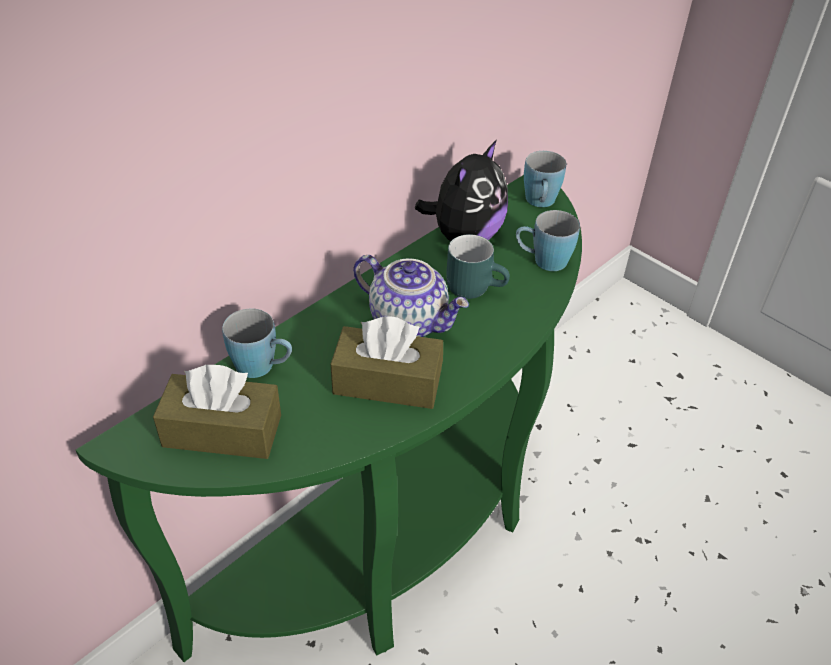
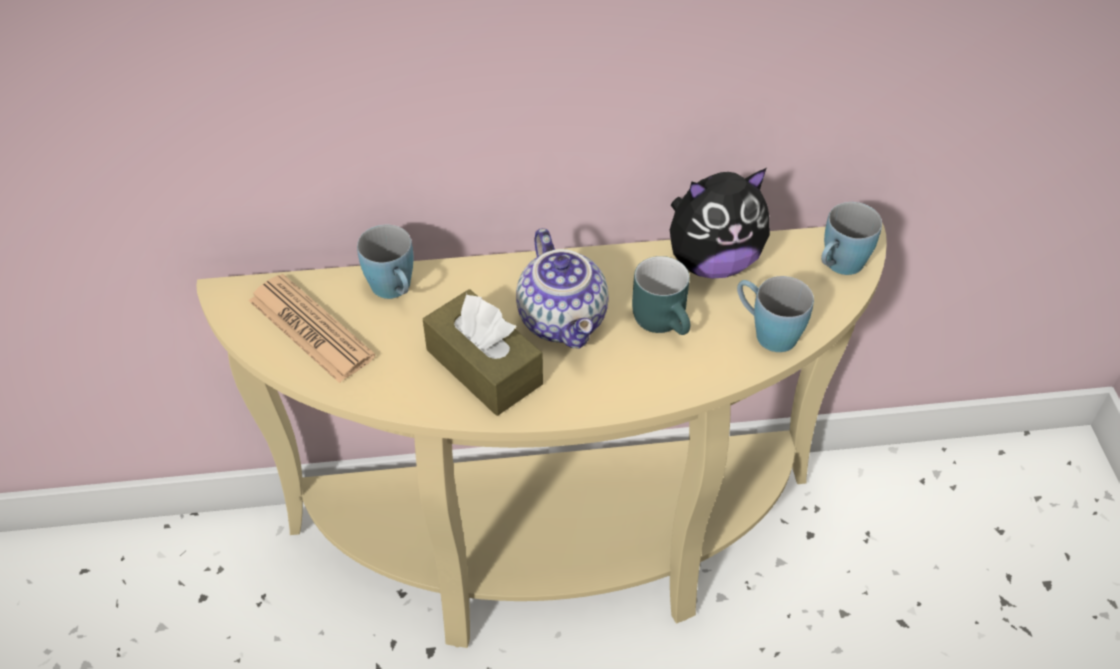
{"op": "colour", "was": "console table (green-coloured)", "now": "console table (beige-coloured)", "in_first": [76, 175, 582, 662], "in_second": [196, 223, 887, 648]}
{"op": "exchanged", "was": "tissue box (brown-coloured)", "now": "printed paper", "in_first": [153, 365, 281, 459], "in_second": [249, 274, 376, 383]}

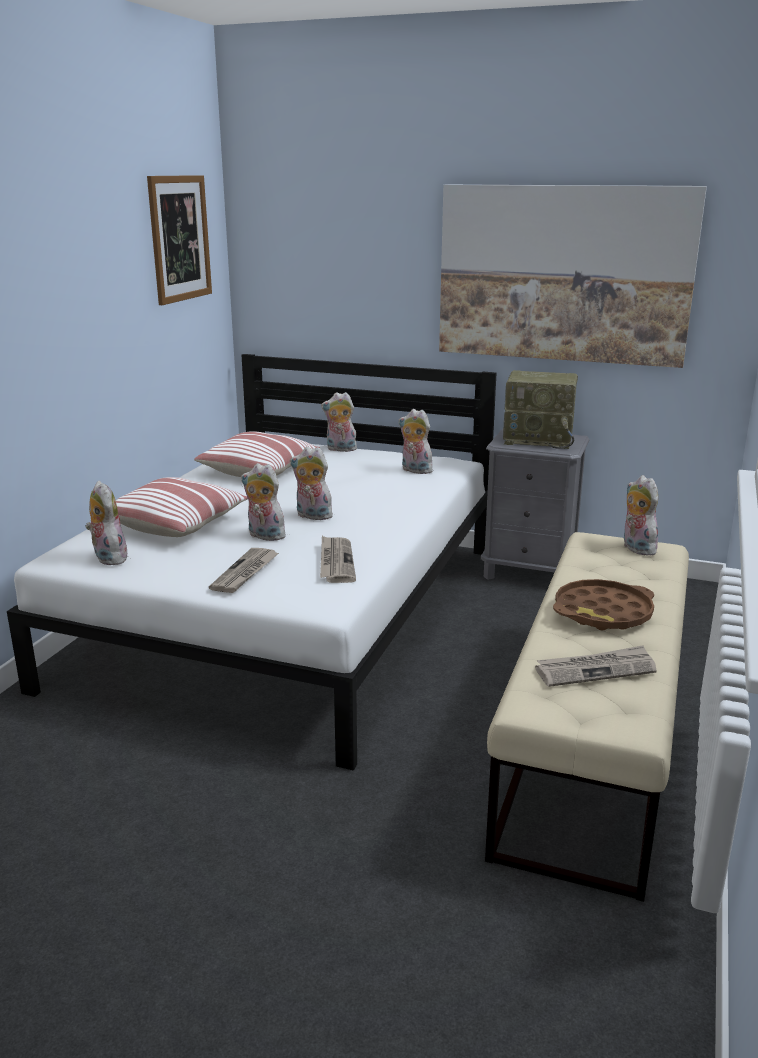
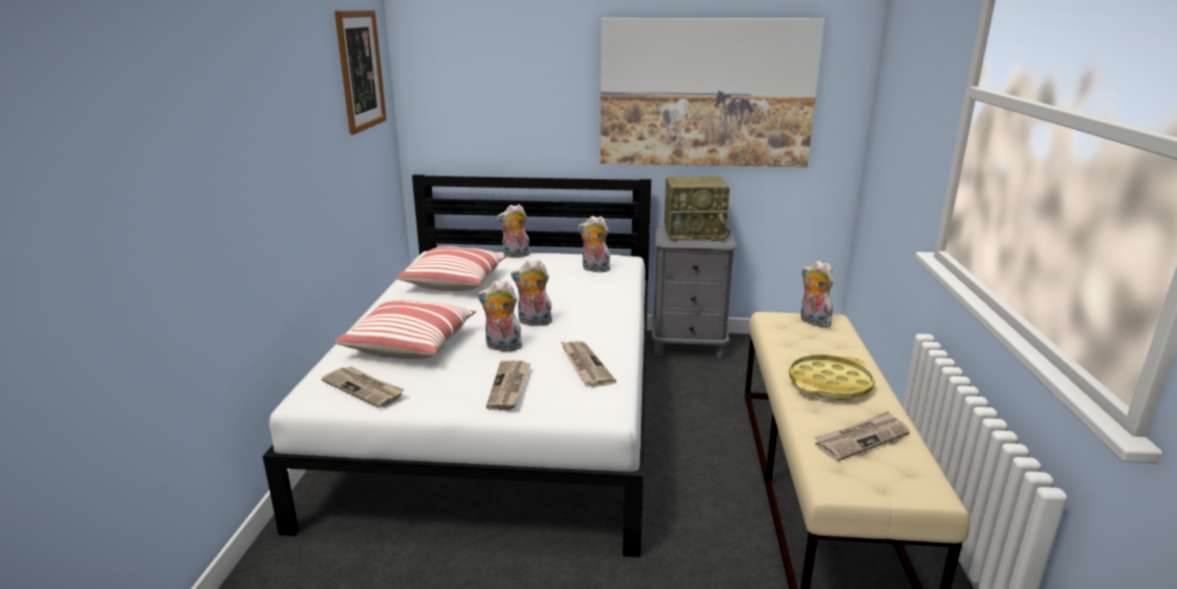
{"op": "exchanged", "was": "plush toy", "now": "printed paper", "in_first": [85, 480, 127, 565], "in_second": [321, 366, 405, 408]}
{"op": "colour", "was": "carrying tray (brown-coloured)", "now": "carrying tray (yellow)", "in_first": [553, 579, 654, 631], "in_second": [789, 354, 875, 401]}

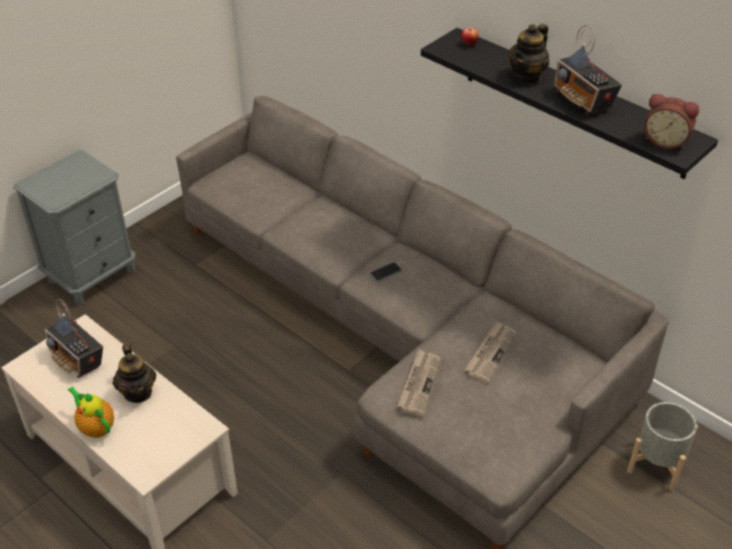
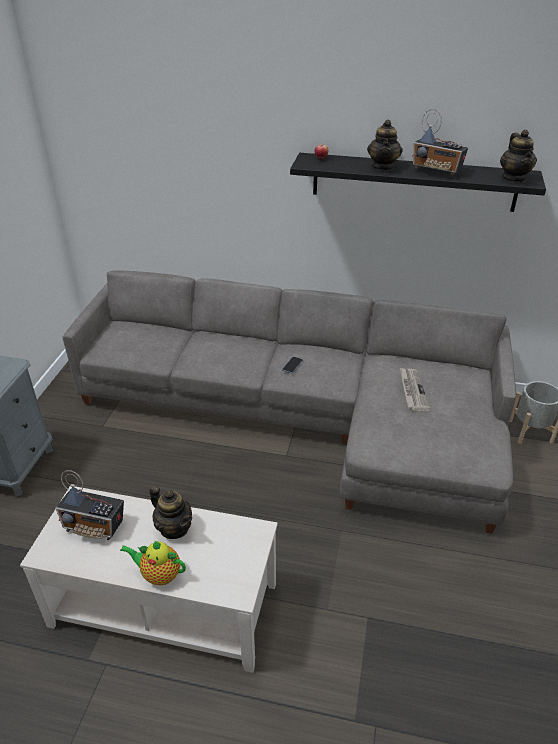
{"op": "exchanged", "was": "alarm clock", "now": "pot for tea", "in_first": [644, 94, 699, 149], "in_second": [500, 130, 537, 182]}
{"op": "missing", "was": "printed paper", "in_first": [397, 349, 441, 416]}

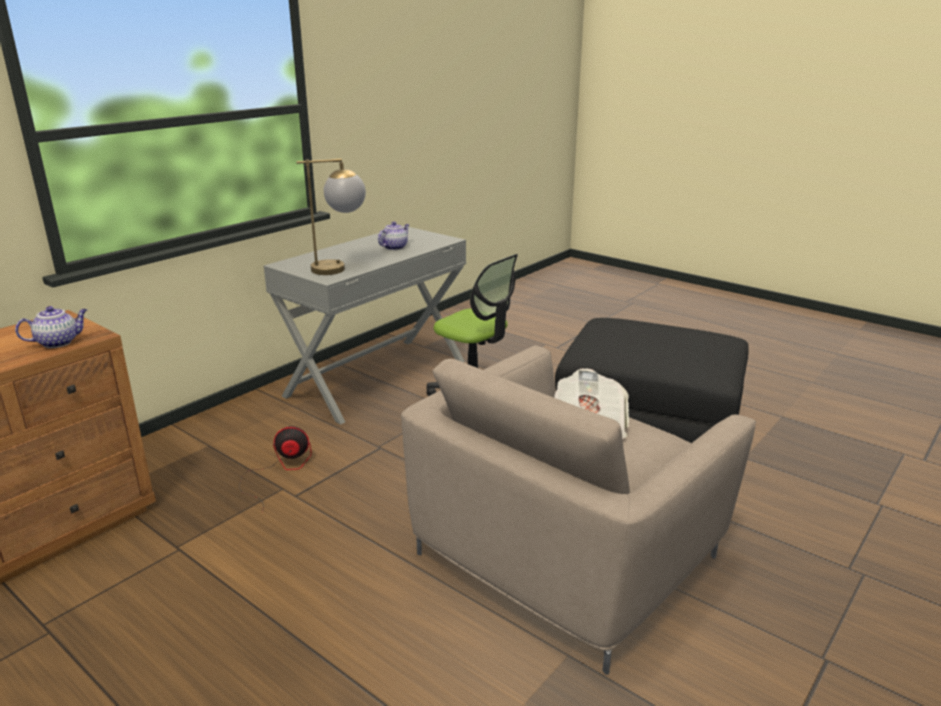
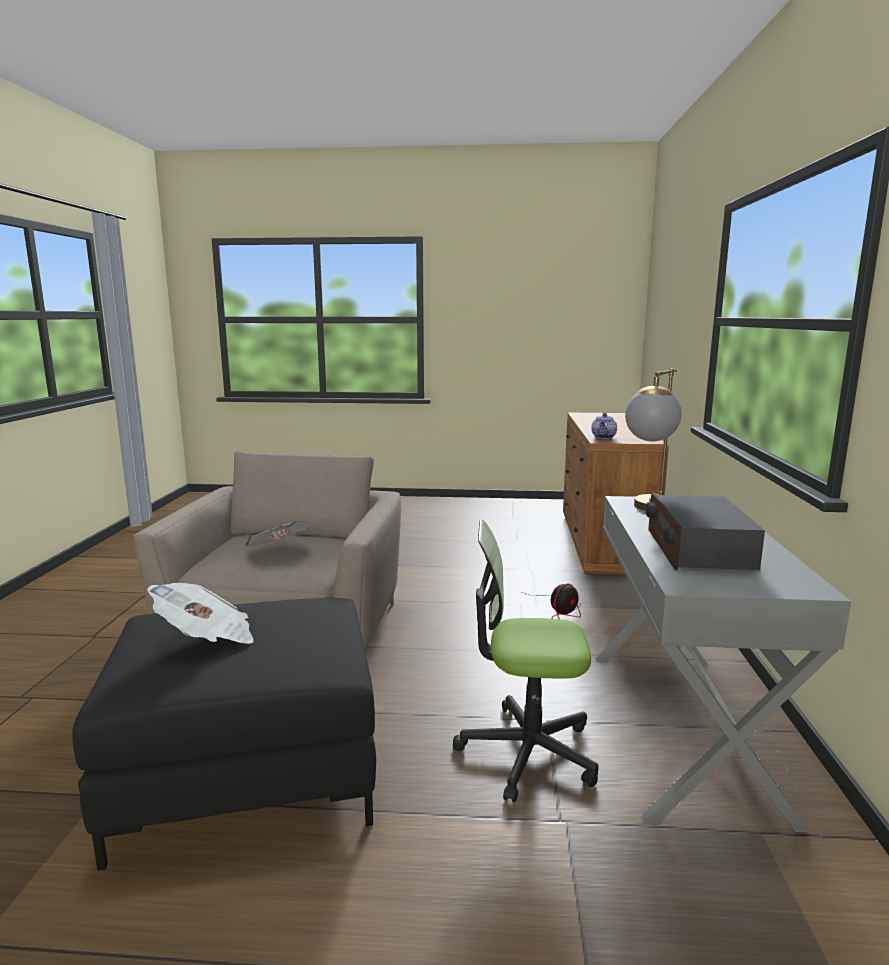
{"op": "exchanged", "was": "pot for tea", "now": "radio", "in_first": [378, 222, 409, 250], "in_second": [645, 492, 765, 571]}
{"op": "appeared", "now": "printed paper", "in_second": [147, 583, 253, 644]}

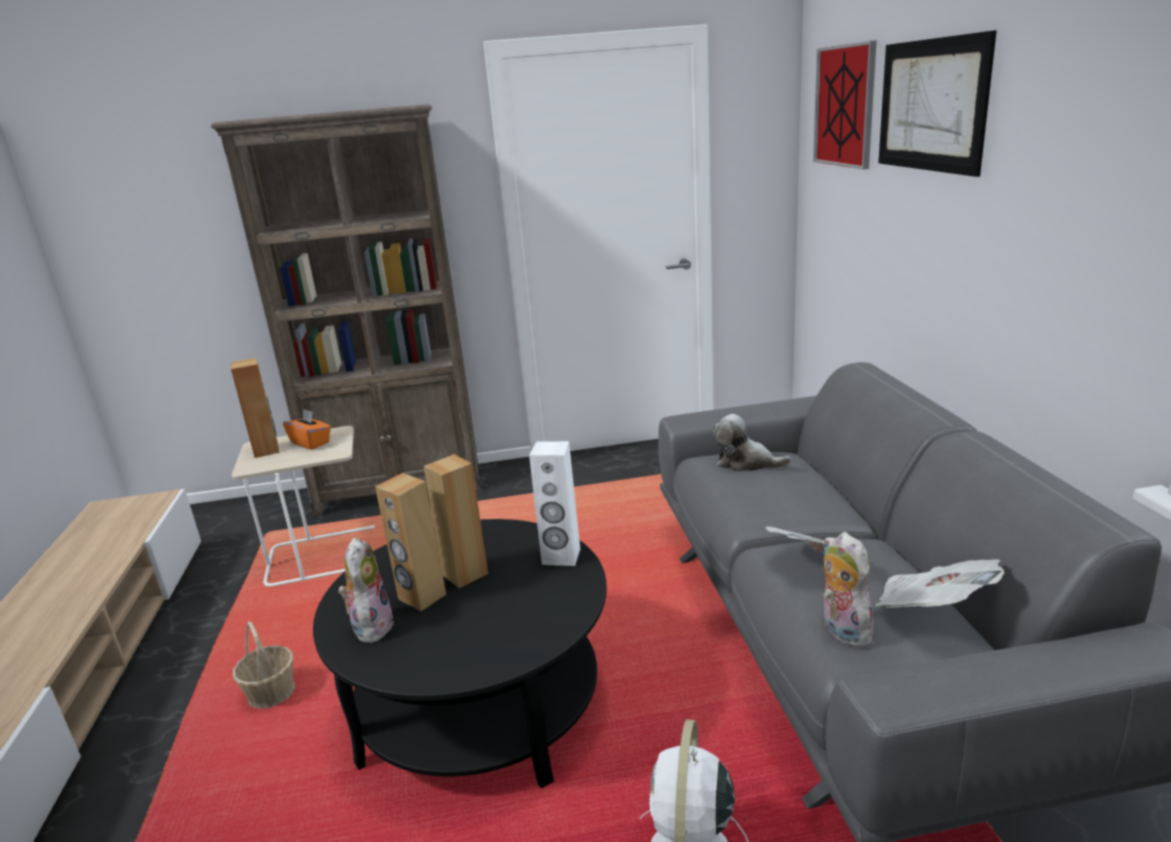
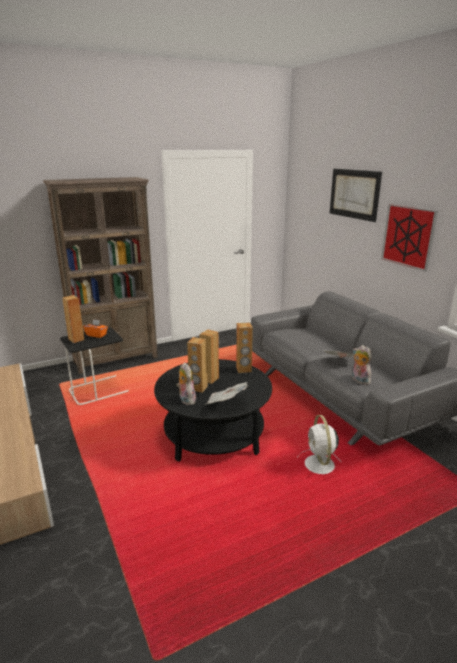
{"op": "relocated", "was": "picture", "in_first": [813, 40, 877, 170], "in_second": [381, 204, 438, 271]}
{"op": "missing", "was": "plush toy", "in_first": [713, 414, 791, 471]}
{"op": "colour", "was": "accent table (beige-coloured)", "now": "accent table (blackish)", "in_first": [232, 426, 375, 587], "in_second": [60, 327, 129, 405]}
{"op": "colour", "was": "audio speaker (whitish)", "now": "audio speaker (brown-coloured)", "in_first": [529, 441, 580, 566], "in_second": [236, 322, 253, 373]}
{"op": "relocated", "was": "printed paper", "in_first": [875, 559, 1004, 608], "in_second": [205, 382, 248, 405]}
{"op": "missing", "was": "household basket", "in_first": [233, 621, 295, 709]}

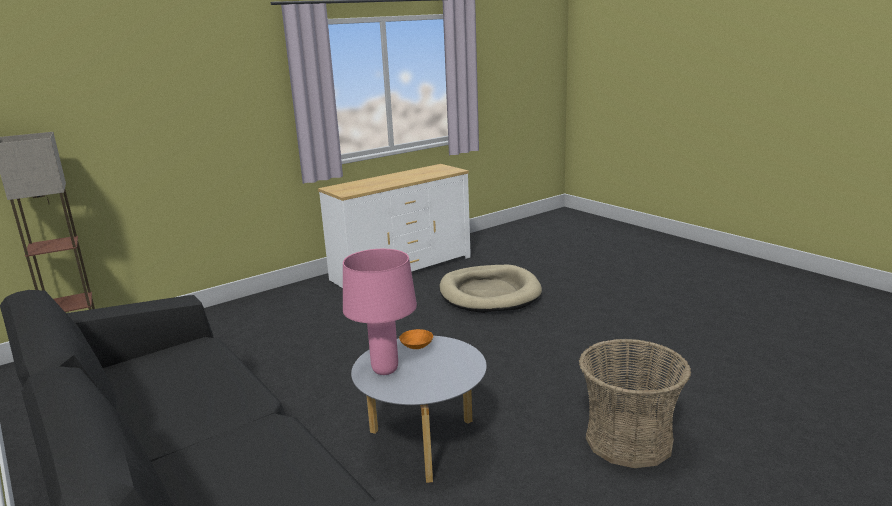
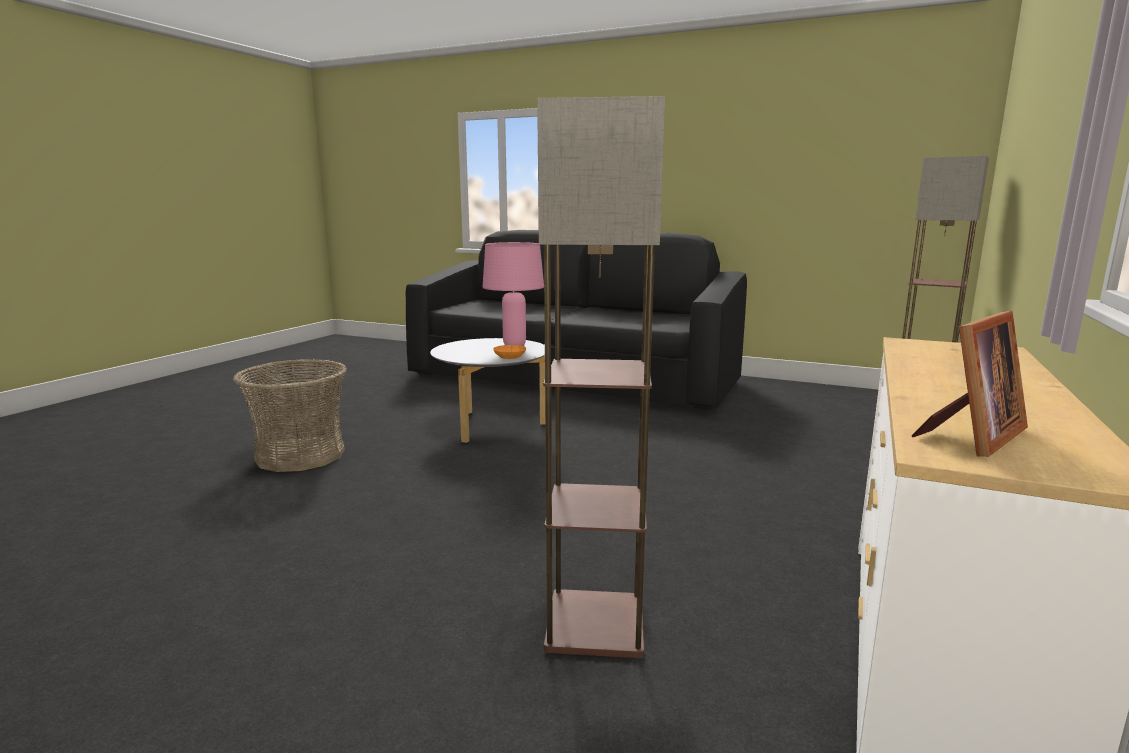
{"op": "exchanged", "was": "pet bed (beige-coloured)", "now": "floor lamp", "in_first": [439, 265, 542, 313], "in_second": [537, 96, 665, 658]}
{"op": "appeared", "now": "standing frame", "in_second": [912, 311, 1028, 457]}

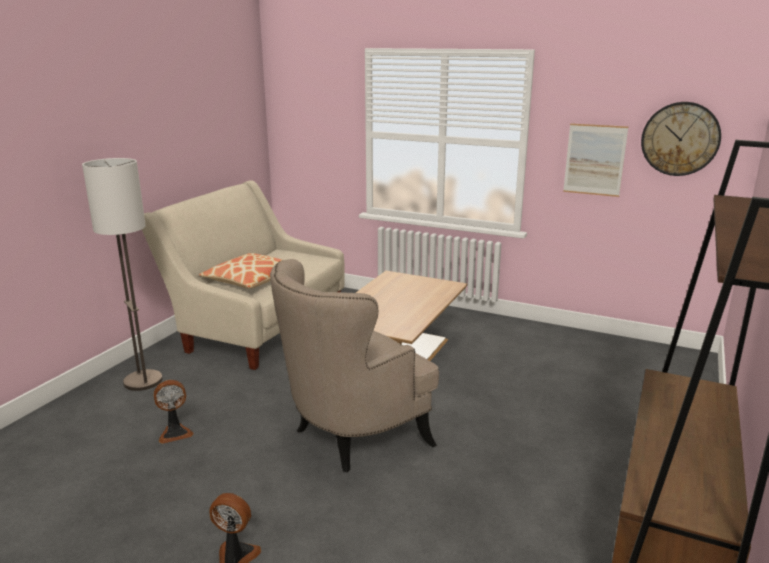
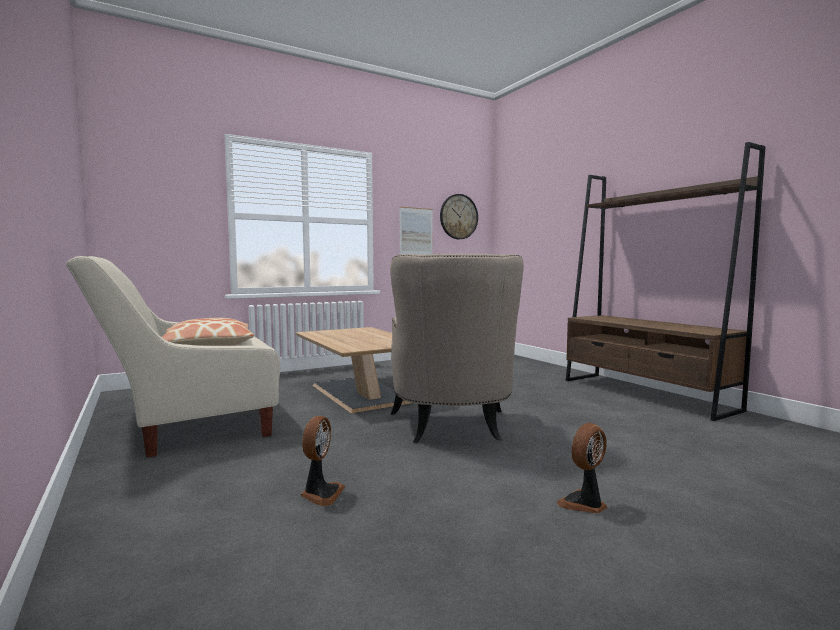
{"op": "missing", "was": "floor lamp", "in_first": [82, 158, 163, 391]}

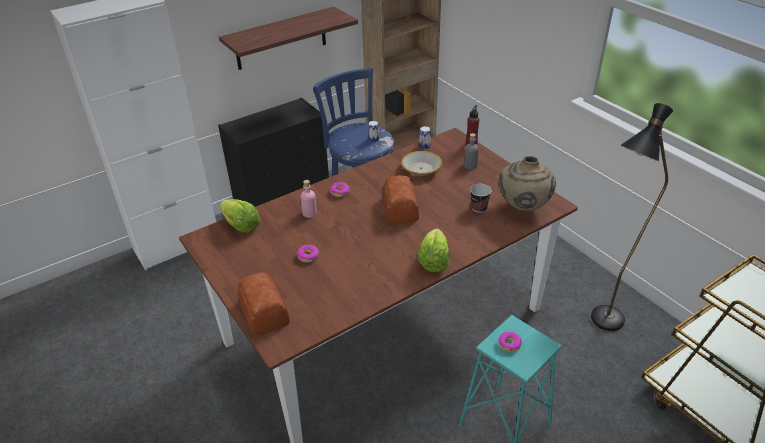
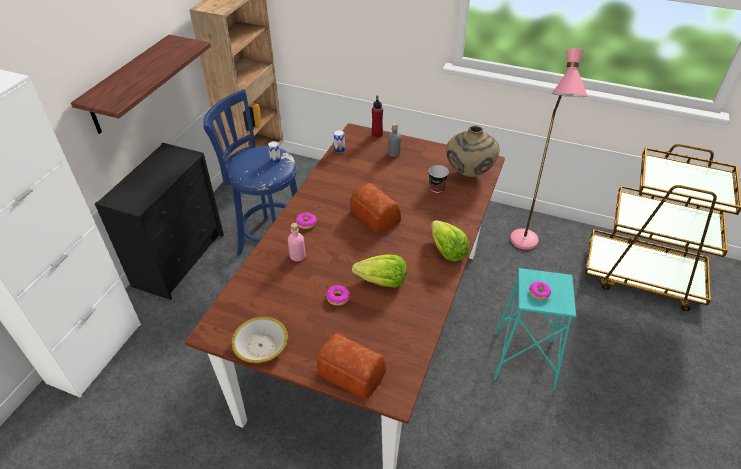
{"op": "colour", "was": "floor lamp (blackish)", "now": "floor lamp (pink-coloured)", "in_first": [591, 103, 673, 331], "in_second": [510, 48, 587, 250]}
{"op": "relocated", "was": "bowl", "in_first": [401, 151, 442, 176], "in_second": [231, 317, 288, 364]}
{"op": "relocated", "was": "head of lettuce", "in_first": [220, 199, 260, 233], "in_second": [352, 254, 407, 288]}

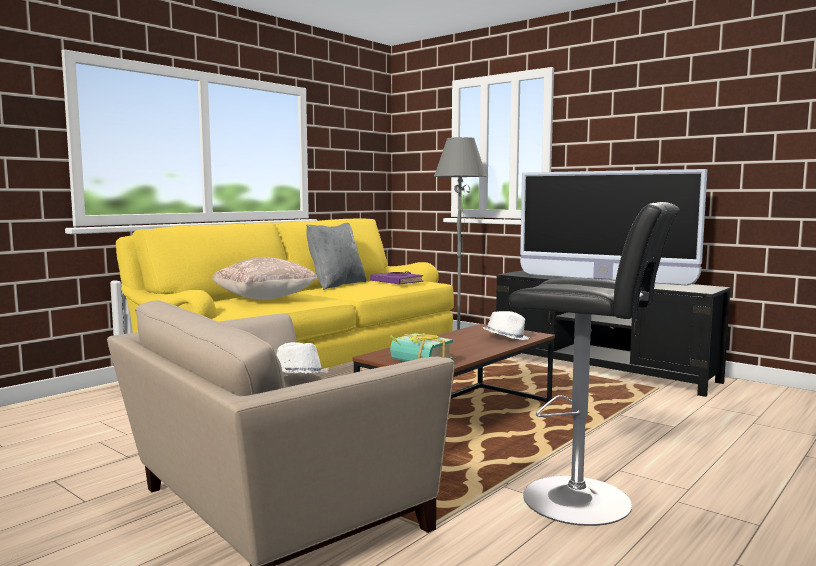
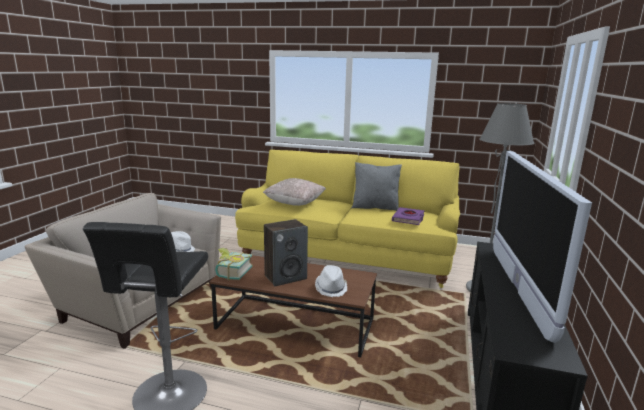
{"op": "appeared", "now": "audio speaker", "in_second": [264, 219, 308, 286]}

